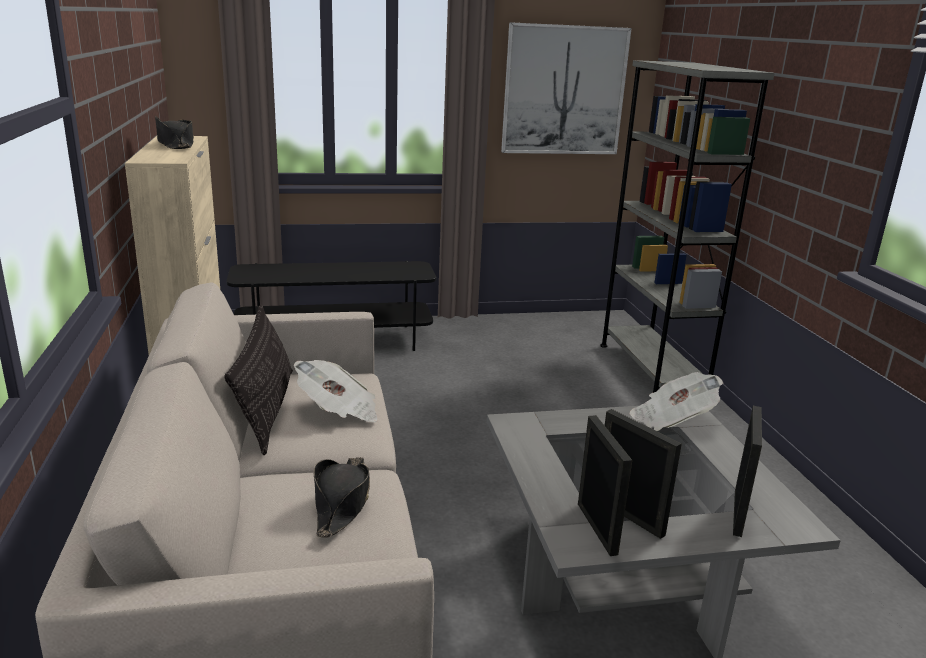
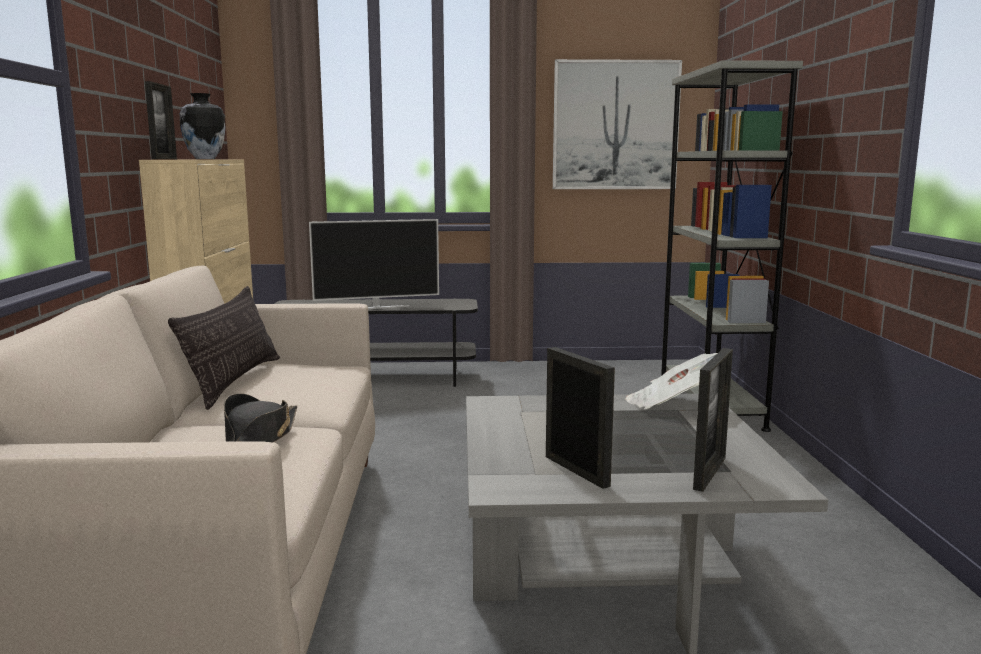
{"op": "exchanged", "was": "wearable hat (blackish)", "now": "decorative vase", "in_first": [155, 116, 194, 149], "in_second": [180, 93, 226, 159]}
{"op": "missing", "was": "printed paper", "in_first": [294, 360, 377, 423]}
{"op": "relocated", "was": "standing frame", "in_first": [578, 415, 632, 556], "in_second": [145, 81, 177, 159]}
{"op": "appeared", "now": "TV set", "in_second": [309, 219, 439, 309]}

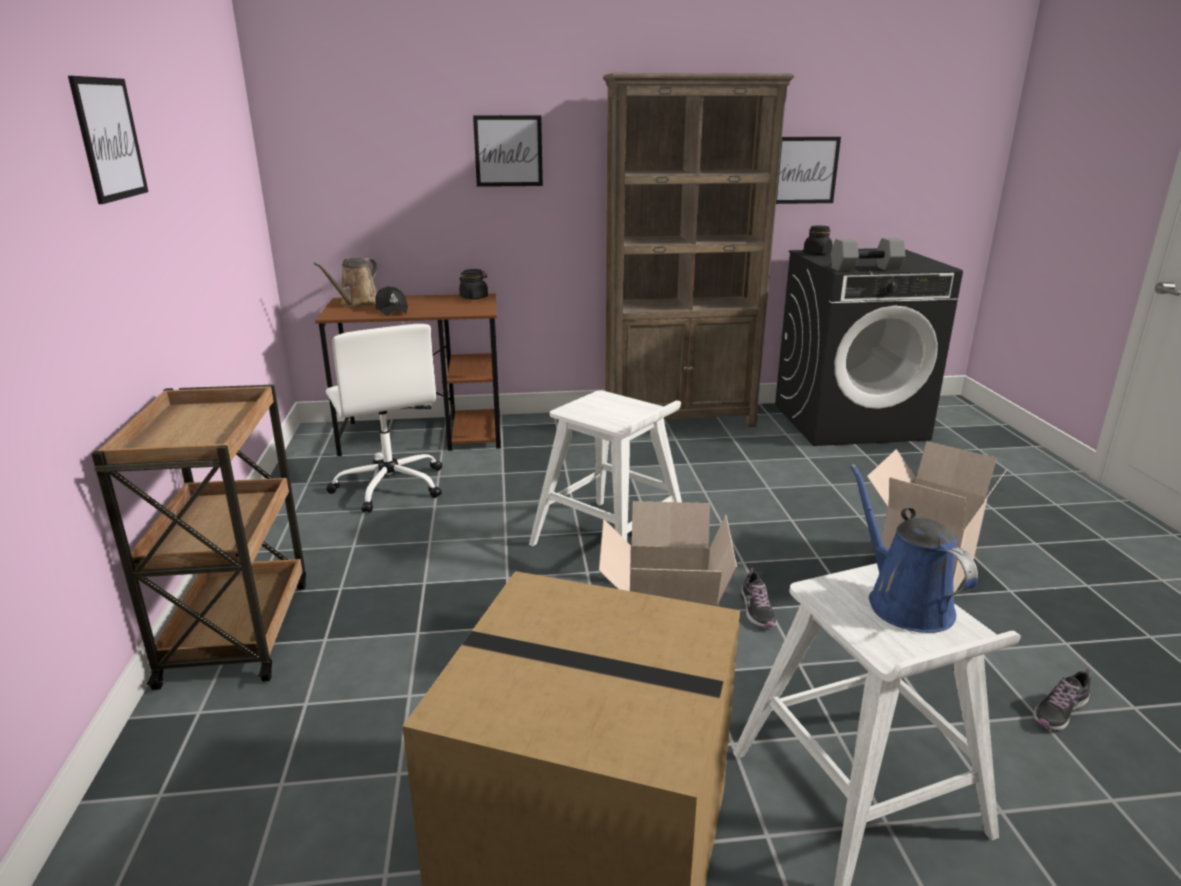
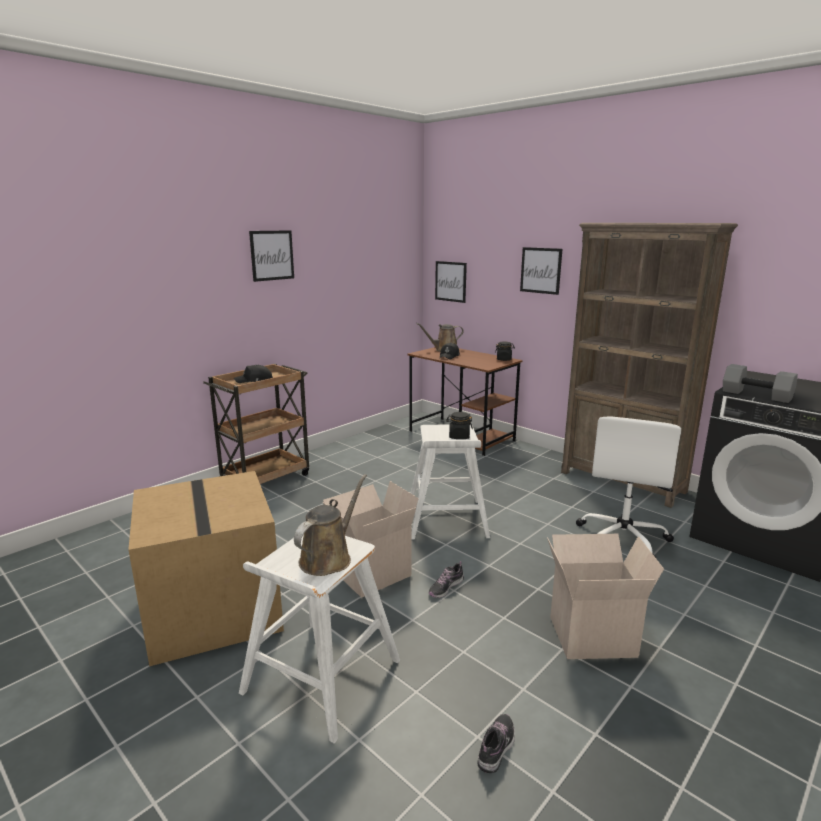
{"op": "relocated", "was": "picture", "in_first": [776, 137, 841, 204], "in_second": [435, 261, 467, 303]}
{"op": "relocated", "was": "preserve jar (blackish)", "in_first": [803, 225, 833, 255], "in_second": [446, 412, 473, 439]}
{"op": "relocated", "was": "desk chair (whitish)", "in_first": [326, 324, 442, 513], "in_second": [576, 416, 681, 558]}
{"op": "colour", "was": "sprinkling can (blue-coloured)", "now": "sprinkling can (brown-coloured)", "in_first": [850, 464, 978, 633], "in_second": [294, 474, 367, 576]}
{"op": "spun", "was": "shoe", "in_first": [1034, 668, 1090, 730], "in_second": [477, 714, 515, 773], "clockwise": 105}
{"op": "appeared", "now": "cap (blackish)", "in_second": [234, 365, 273, 383]}

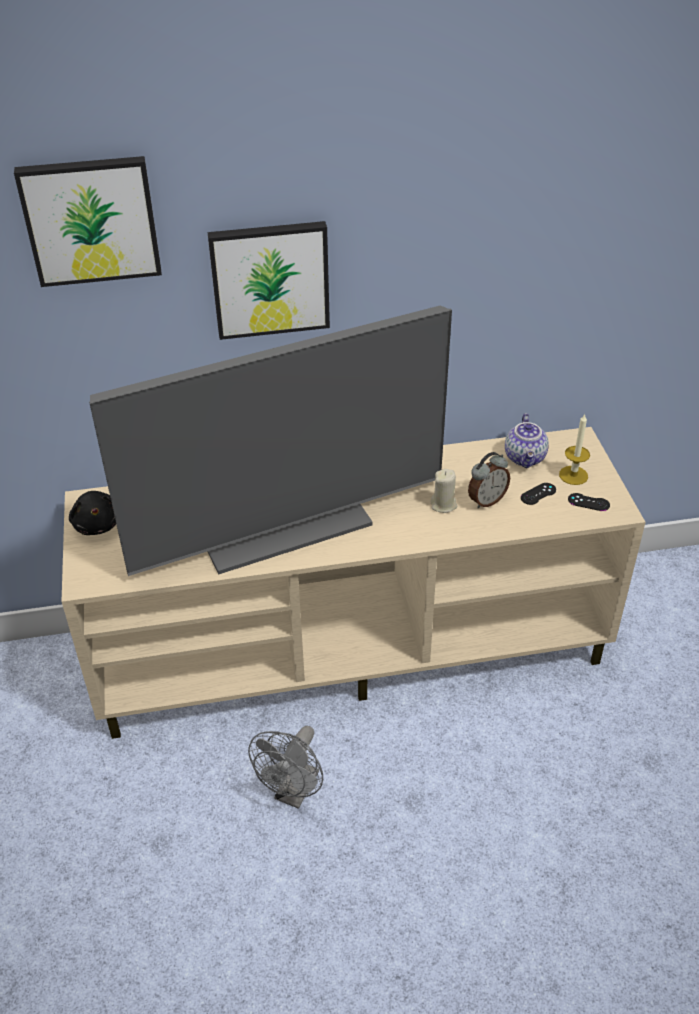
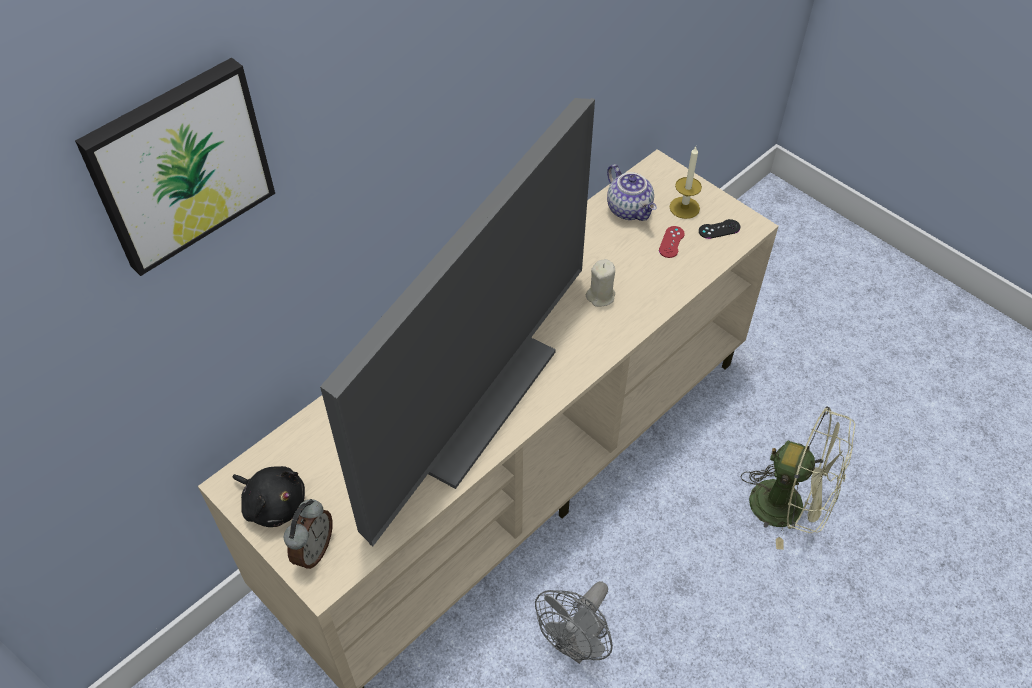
{"op": "missing", "was": "picture", "in_first": [208, 221, 330, 340]}
{"op": "relocated", "was": "alarm clock", "in_first": [468, 452, 510, 509], "in_second": [284, 499, 332, 569]}
{"op": "colour", "was": "gamepad (blackish)", "now": "gamepad (red-coloured)", "in_first": [521, 483, 556, 505], "in_second": [659, 226, 685, 258]}
{"op": "spun", "was": "fan (gray)", "in_first": [248, 726, 323, 809], "in_second": [535, 581, 613, 664], "clockwise": 45}
{"op": "appeared", "now": "fan (green-coloured)", "in_second": [741, 406, 855, 550]}

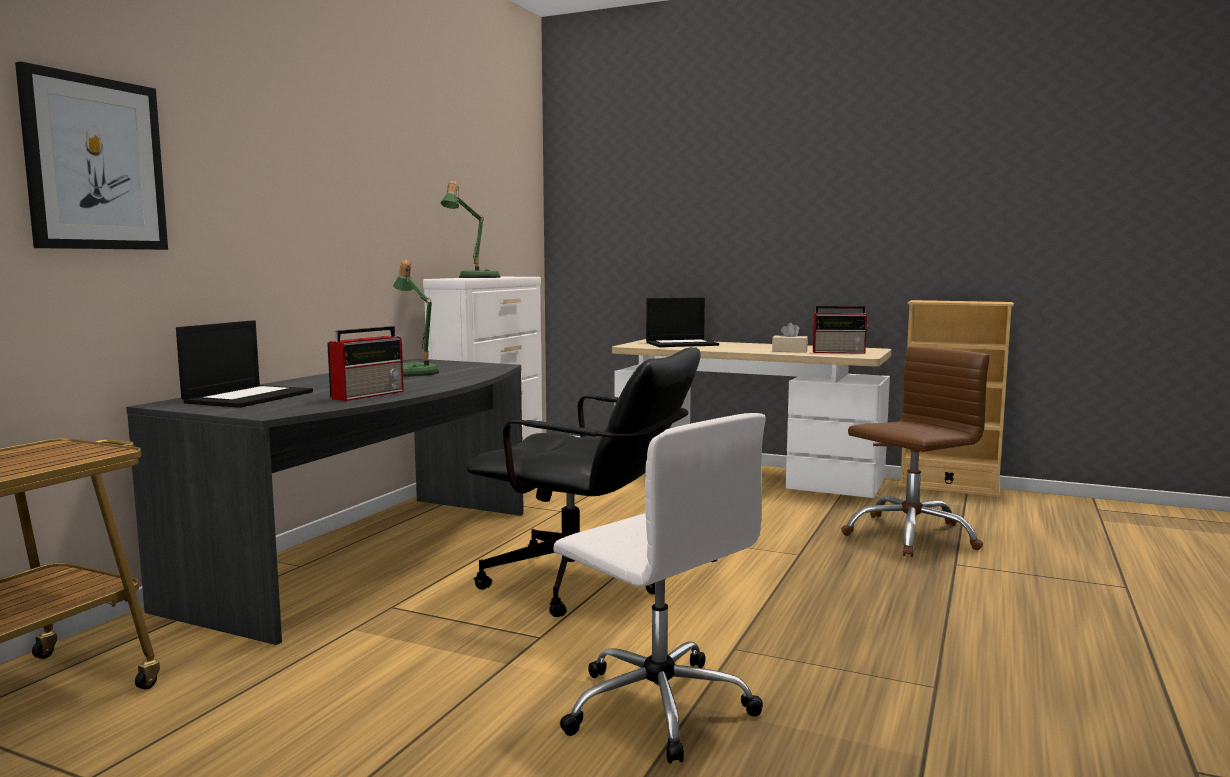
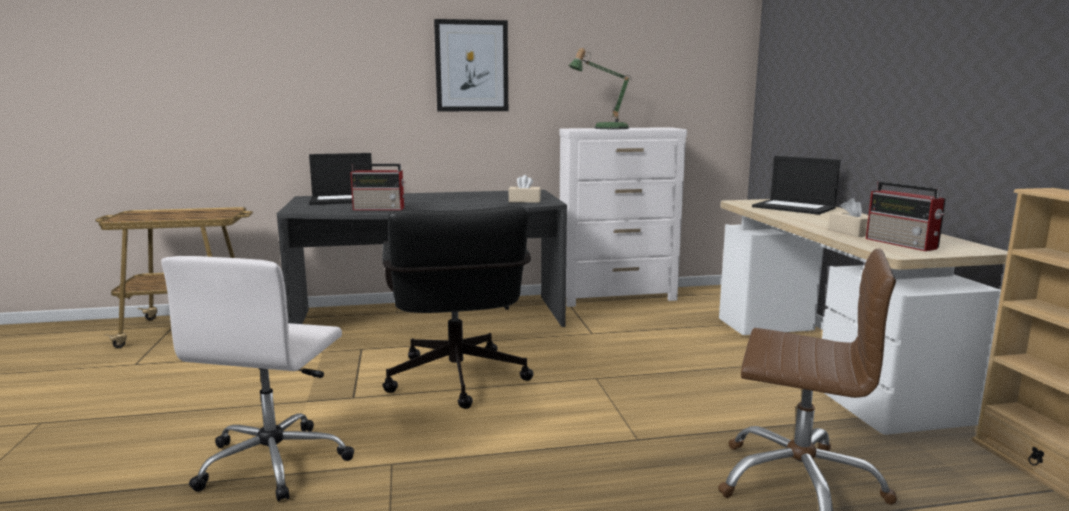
{"op": "relocated", "was": "picture", "in_first": [15, 62, 168, 250], "in_second": [434, 19, 508, 111]}
{"op": "missing", "was": "lamp for a table", "in_first": [393, 260, 439, 377]}
{"op": "appeared", "now": "tissue box (beige-coloured)", "in_second": [508, 175, 541, 203]}

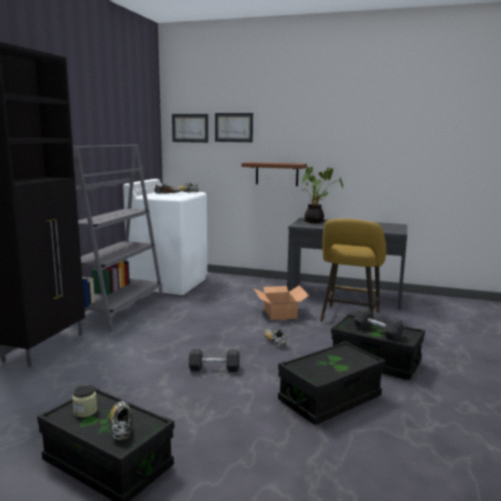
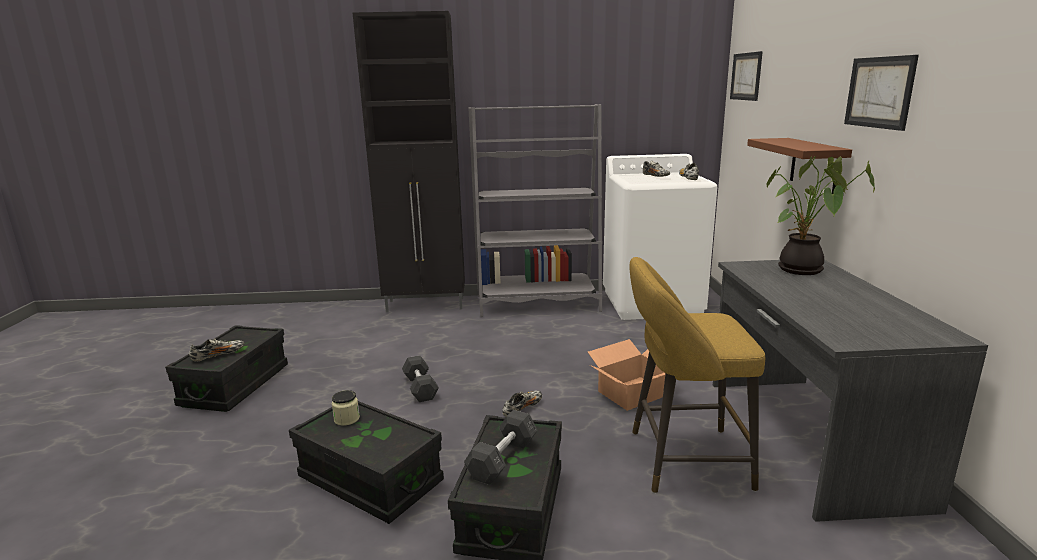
{"op": "relocated", "was": "picture", "in_first": [215, 113, 253, 142], "in_second": [844, 55, 919, 131]}
{"op": "relocated", "was": "preserve jar", "in_first": [72, 385, 97, 417], "in_second": [332, 390, 360, 426]}

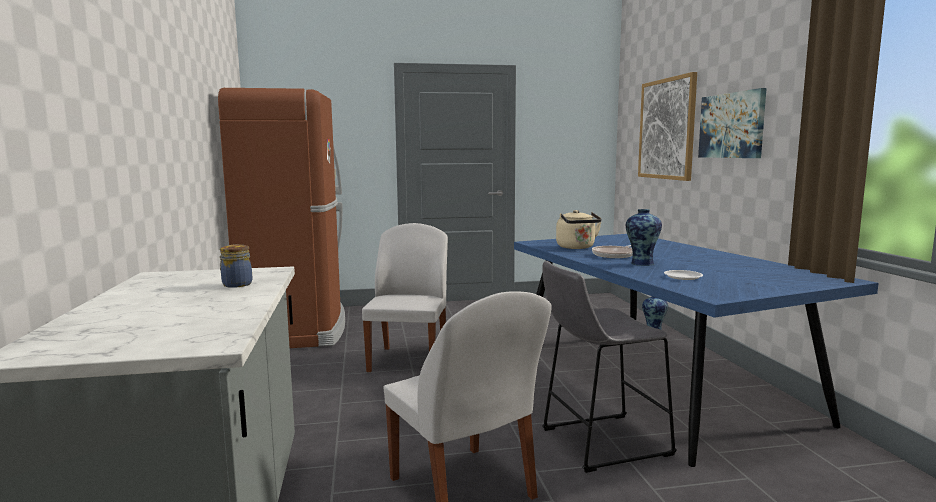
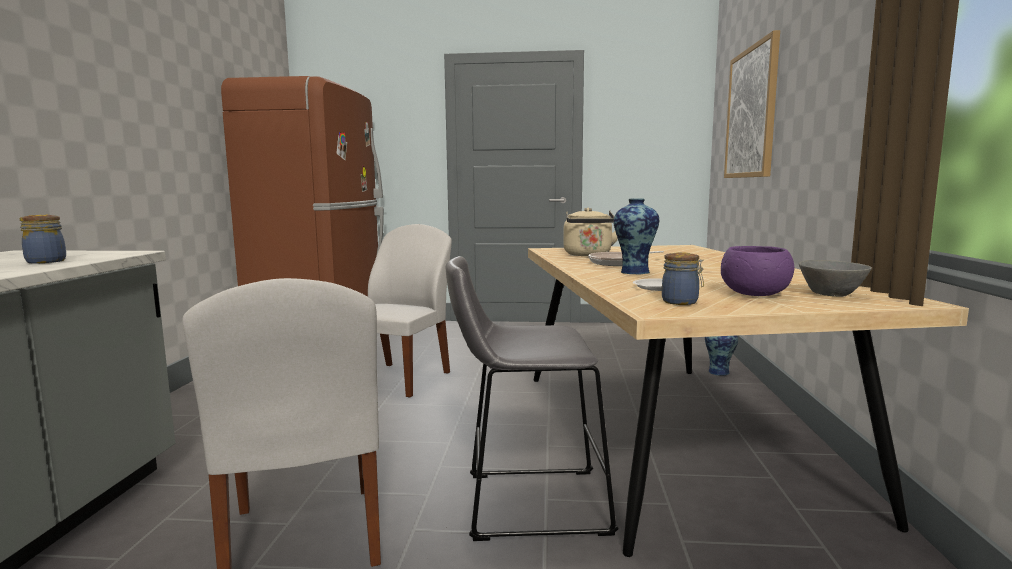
{"op": "missing", "was": "picture", "in_first": [698, 88, 767, 158]}
{"op": "colour", "was": "dinner table (blue-coloured)", "now": "dinner table (beige-coloured)", "in_first": [514, 234, 879, 467], "in_second": [528, 245, 969, 557]}
{"op": "appeared", "now": "bowl (purple-coloured)", "in_second": [721, 246, 794, 296]}
{"op": "appeared", "now": "preserve jar", "in_second": [662, 252, 704, 305]}
{"op": "appeared", "now": "bowl (gray)", "in_second": [799, 260, 872, 297]}

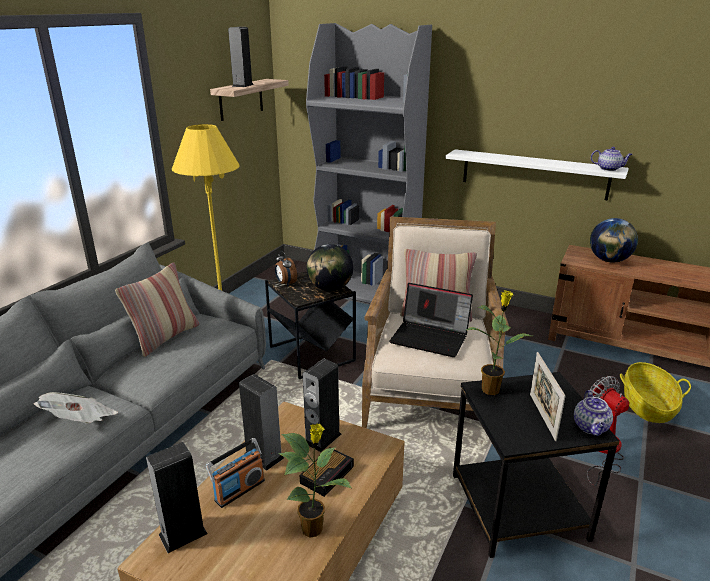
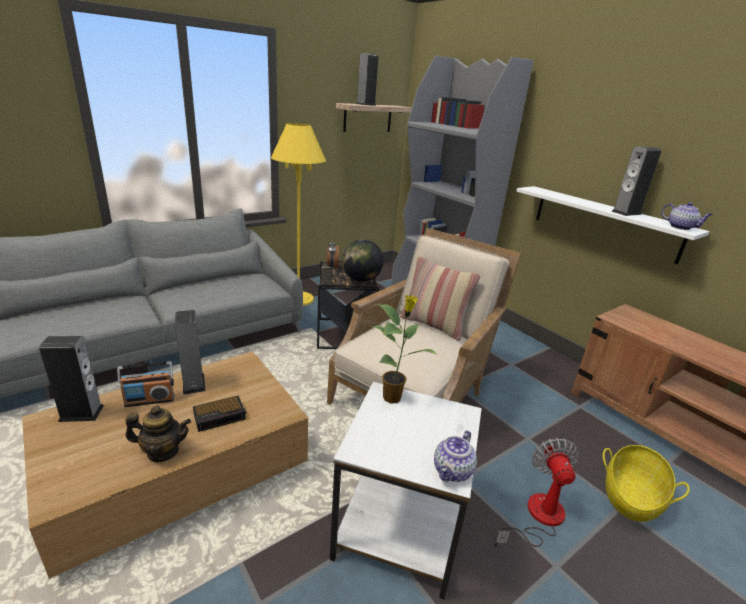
{"op": "missing", "was": "desk globe", "in_first": [590, 218, 638, 263]}
{"op": "missing", "was": "throw pillow", "in_first": [115, 262, 199, 357]}
{"op": "missing", "was": "notebook computer", "in_first": [389, 283, 473, 357]}
{"op": "missing", "was": "standing frame", "in_first": [530, 352, 566, 441]}
{"op": "relocated", "was": "audio speaker", "in_first": [303, 359, 341, 452], "in_second": [611, 147, 662, 216]}
{"op": "colour", "was": "accent table (blackish)", "now": "accent table (whitish)", "in_first": [453, 372, 620, 558], "in_second": [330, 382, 482, 599]}
{"op": "missing", "was": "printed paper", "in_first": [34, 392, 118, 423]}
{"op": "exchanged", "was": "houseplant", "now": "pot for tea", "in_first": [278, 423, 352, 538], "in_second": [126, 405, 191, 462]}

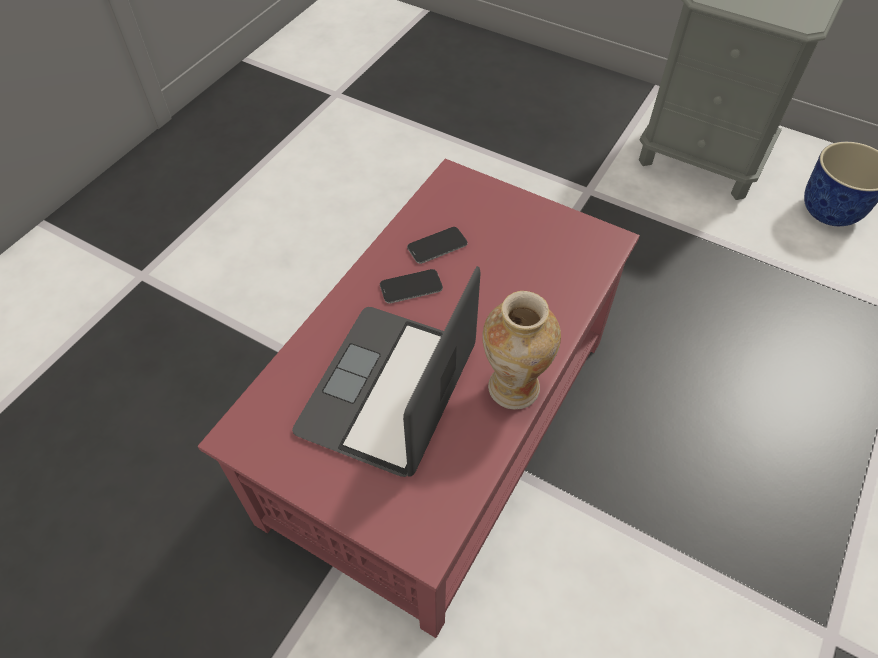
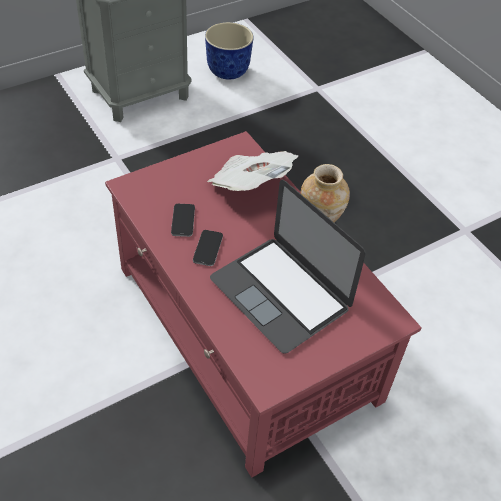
{"op": "appeared", "now": "printed paper", "in_second": [207, 151, 298, 191]}

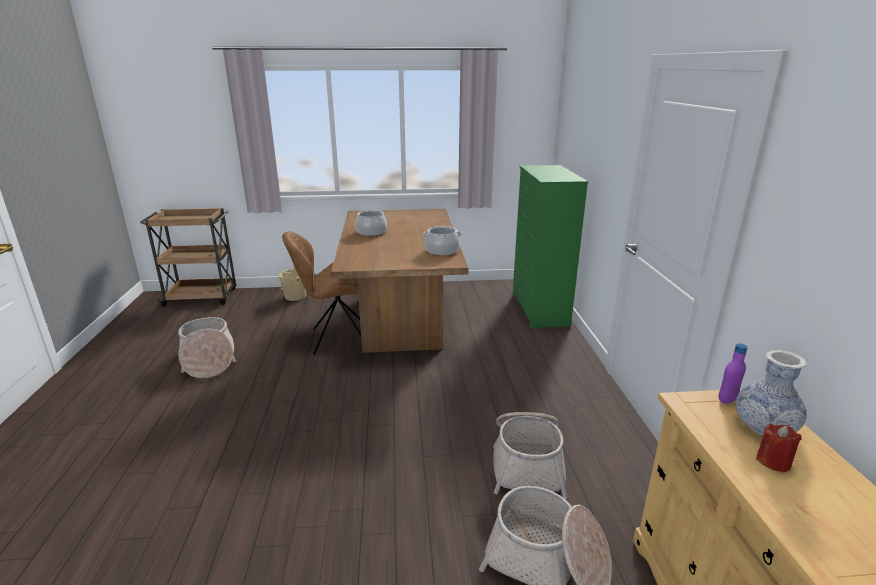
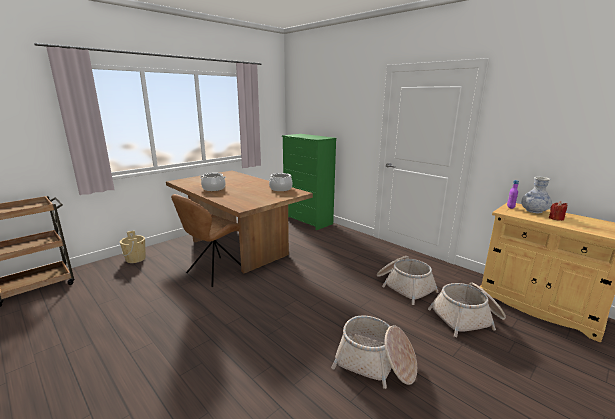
{"op": "relocated", "was": "household basket", "in_first": [178, 317, 236, 378], "in_second": [331, 316, 417, 389]}

